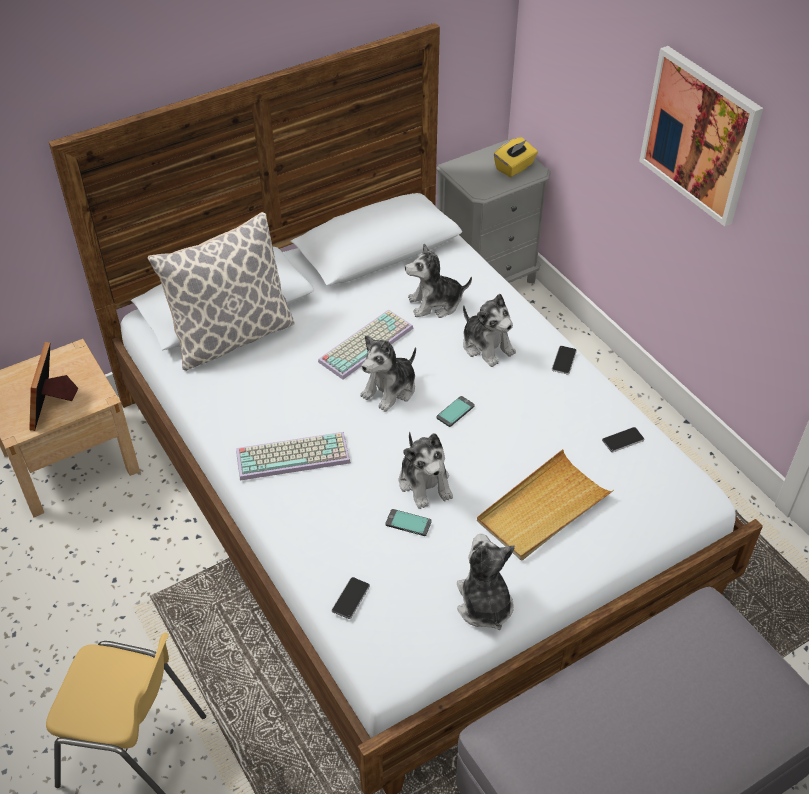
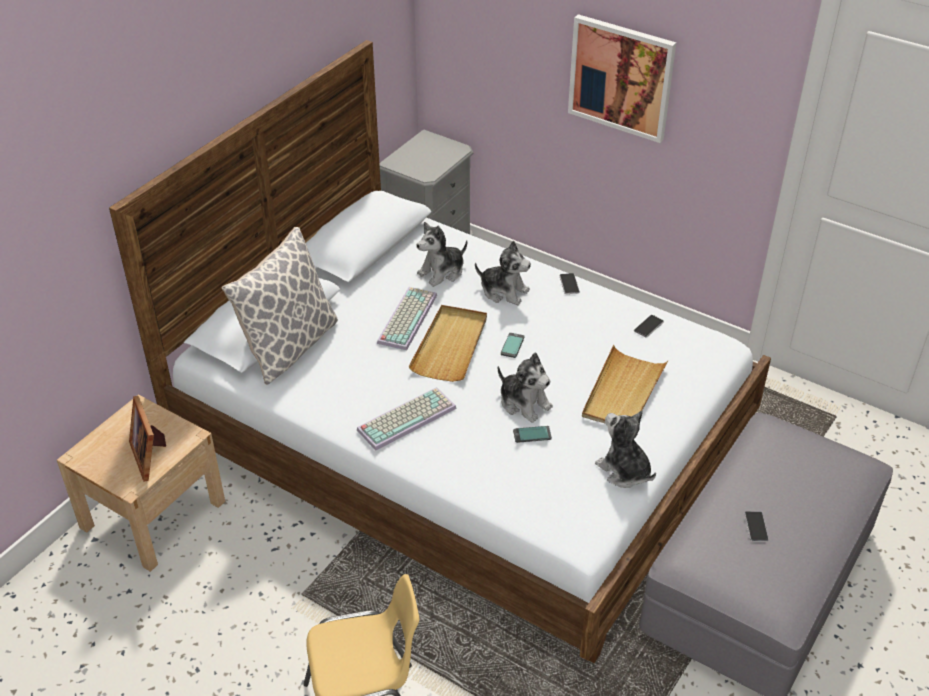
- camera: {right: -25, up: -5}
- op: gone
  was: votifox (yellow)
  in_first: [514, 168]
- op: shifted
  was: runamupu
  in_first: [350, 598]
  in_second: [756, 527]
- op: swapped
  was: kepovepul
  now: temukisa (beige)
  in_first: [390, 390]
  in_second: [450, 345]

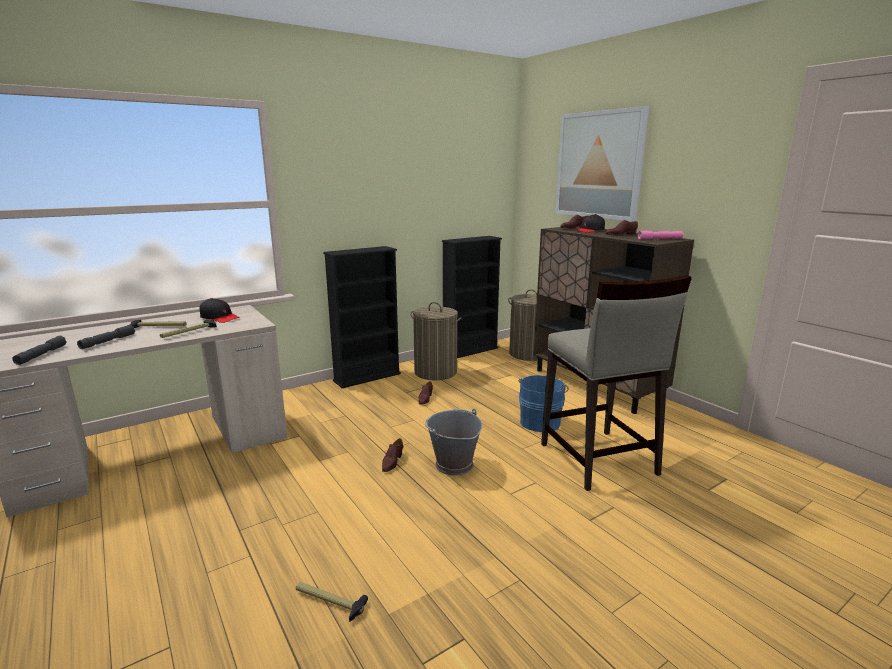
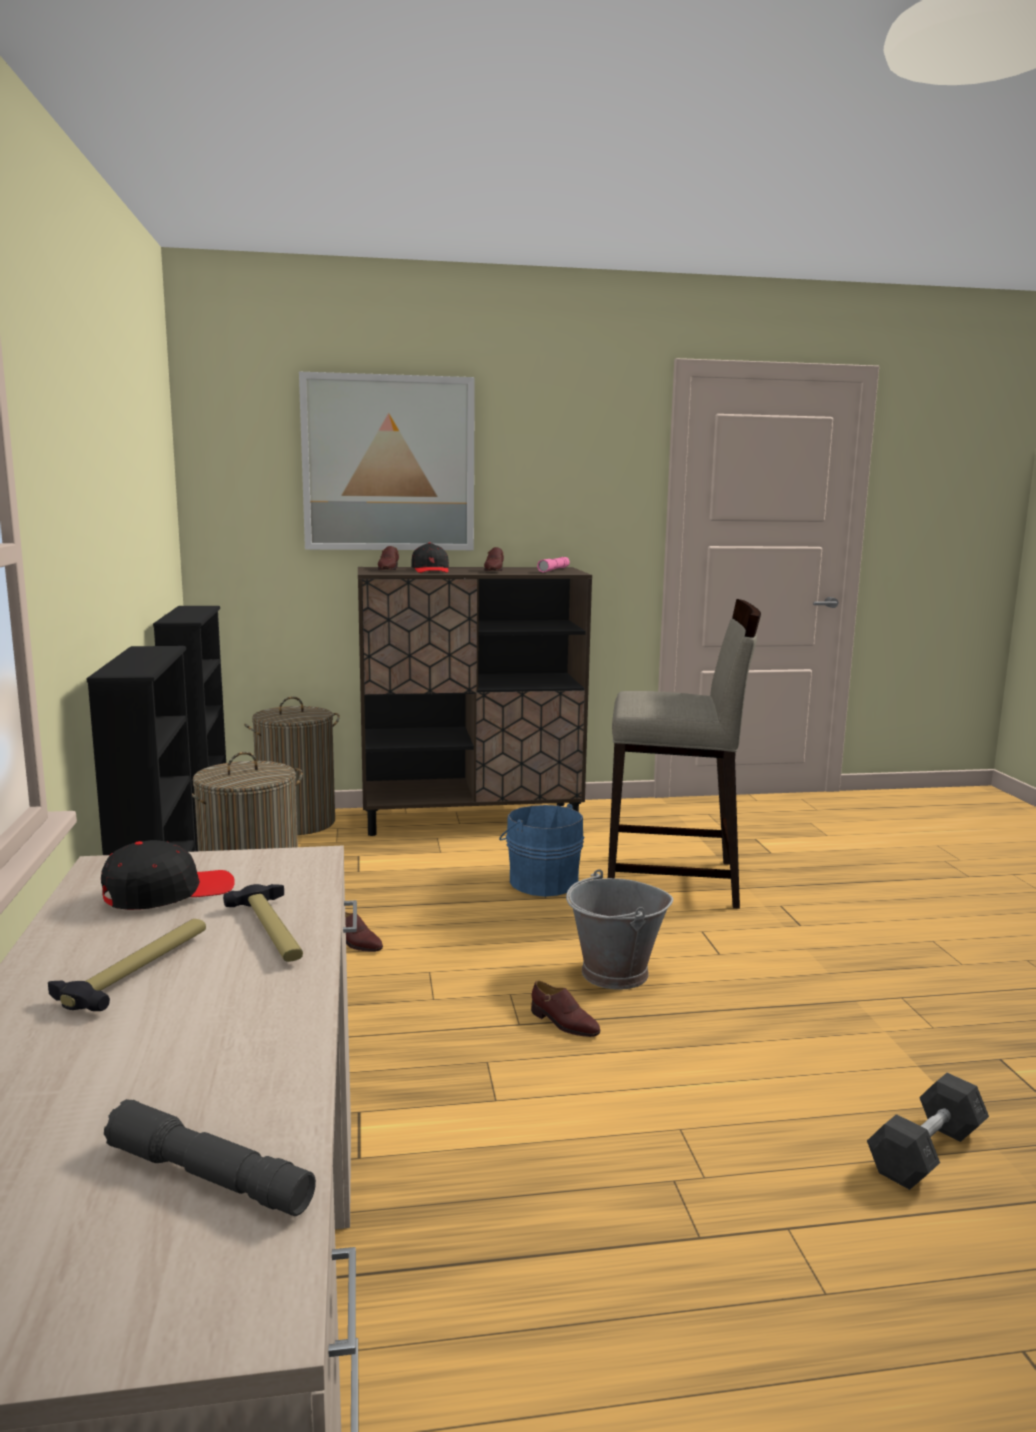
- camera: {right: -65, up: -5}
- op: gone
  was: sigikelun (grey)
  in_first: [108, 341]
- op: swapped
  was: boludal
  now: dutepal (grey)
  in_first: [329, 602]
  in_second: [926, 1152]

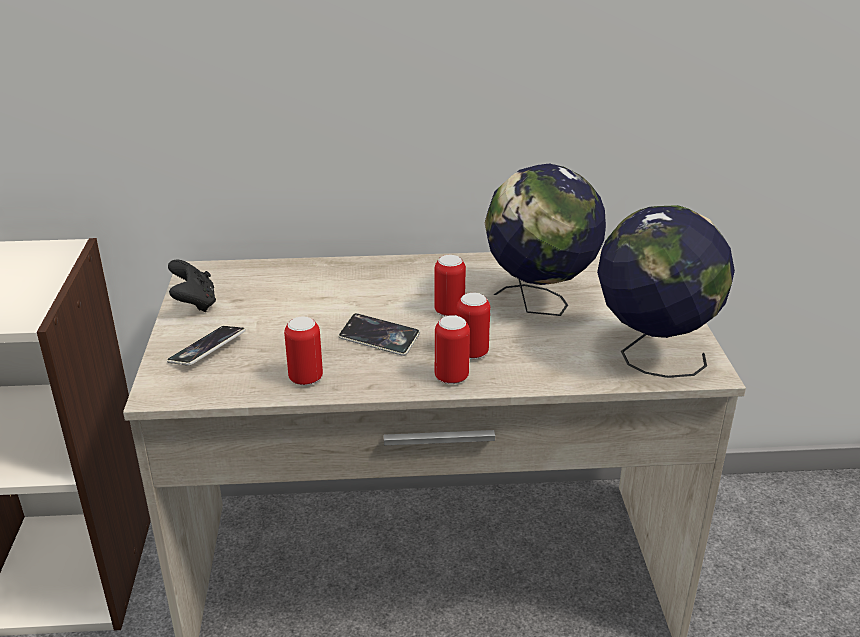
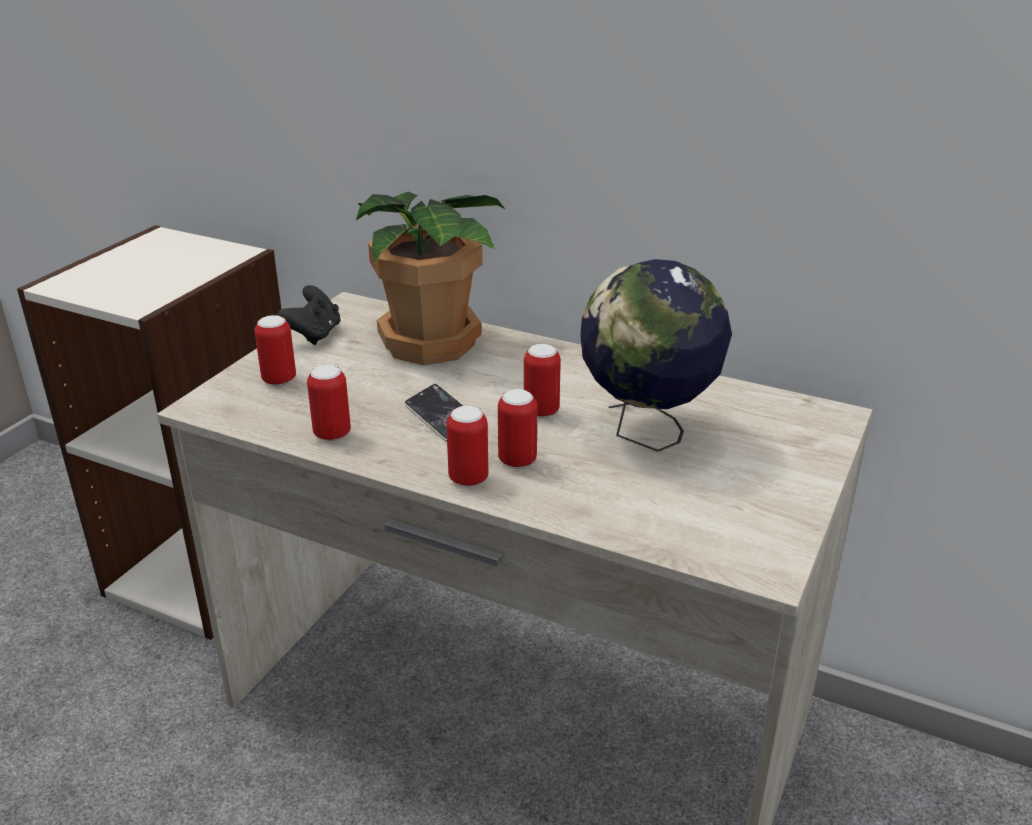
- camera: {right: 30, up: 0}
- op: gone
  was: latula
  in_first: [651, 356]
- op: new
  now: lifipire
  in_second: [429, 342]
- op: swapped
  was: runamupu
  now: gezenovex
  in_first: [207, 350]
  in_second: [279, 380]

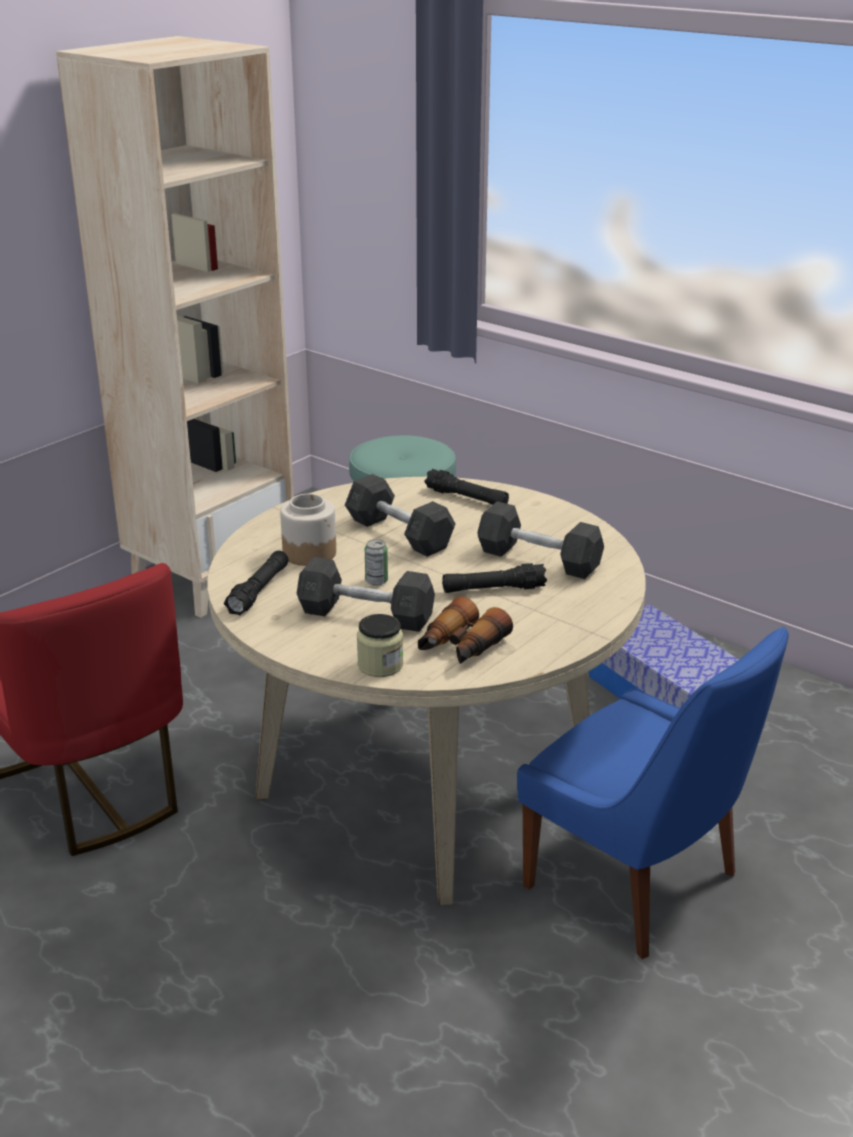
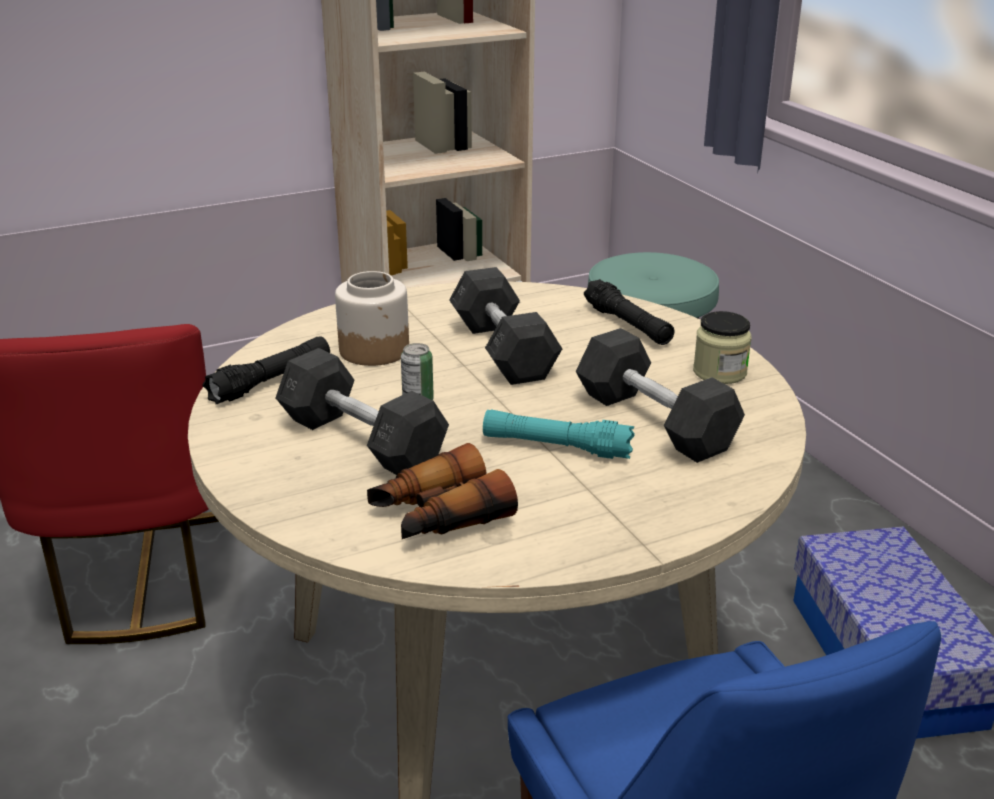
- camera: {right: 25, up: 0}
- op: shifted
  was: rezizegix
  in_first: [380, 665]
  in_second: [719, 372]
- op: repainted
  was: sigikelun (black)
  now: sigikelun (turquoise)
  in_first: [493, 589]
  in_second: [556, 447]

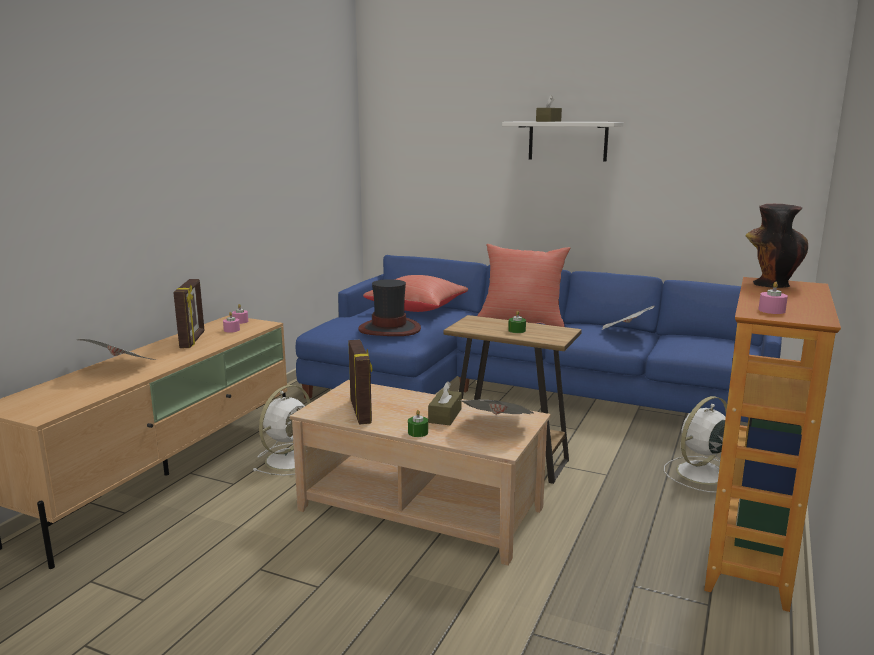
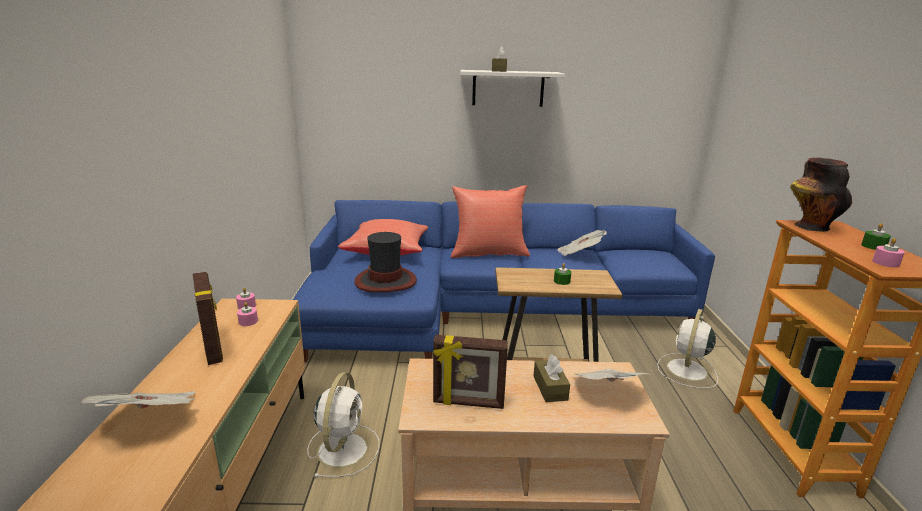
- camera: {right: -25, up: 5}
- op: shifted
  was: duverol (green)
  in_first: [418, 432]
  in_second: [873, 246]
- op: rotated
  was: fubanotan
  in_first: [361, 412]
  in_second: [468, 403]
  clockwise: 135

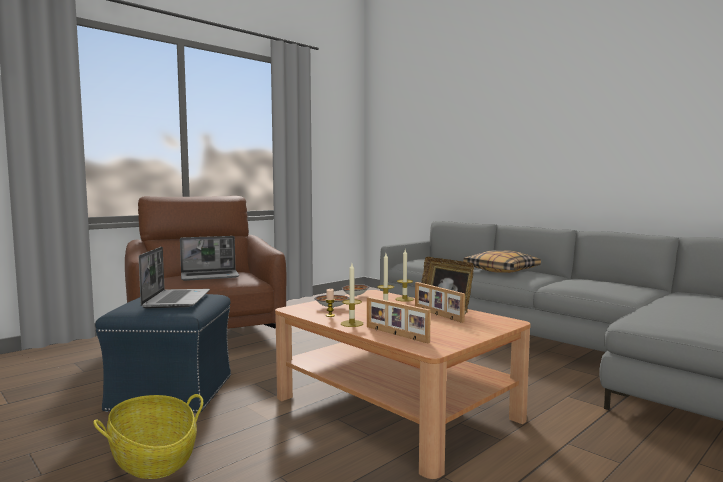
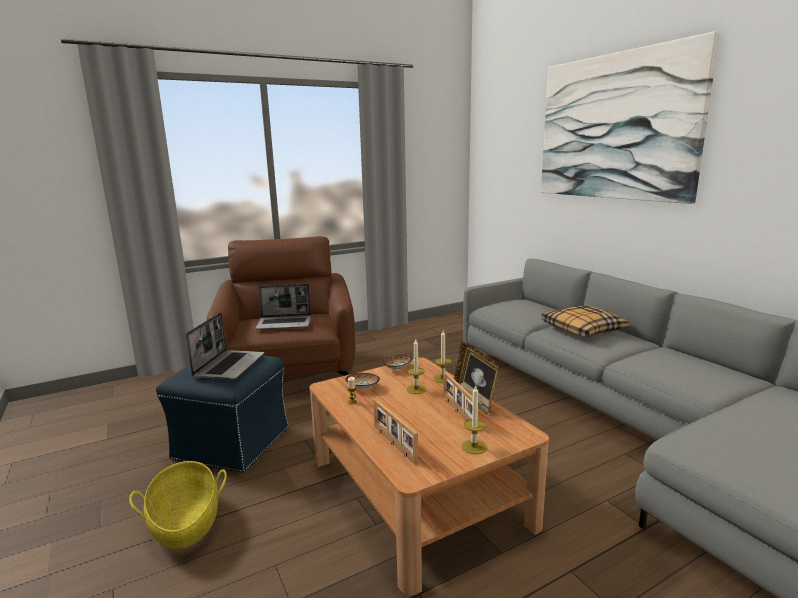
- camera: {right: 15, up: 10}
- op: new
  now: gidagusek
  in_second: [615, 127]
- op: shifted
  was: duverol
  in_first: [352, 323]
  in_second: [474, 447]

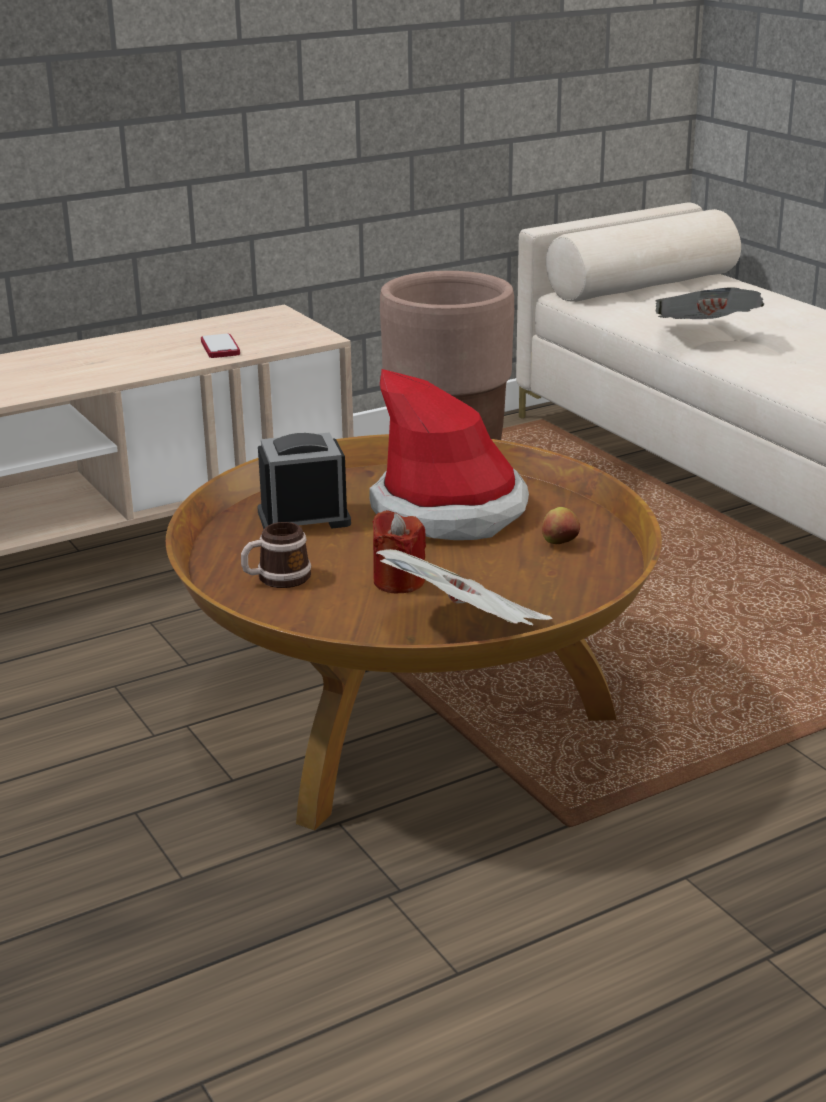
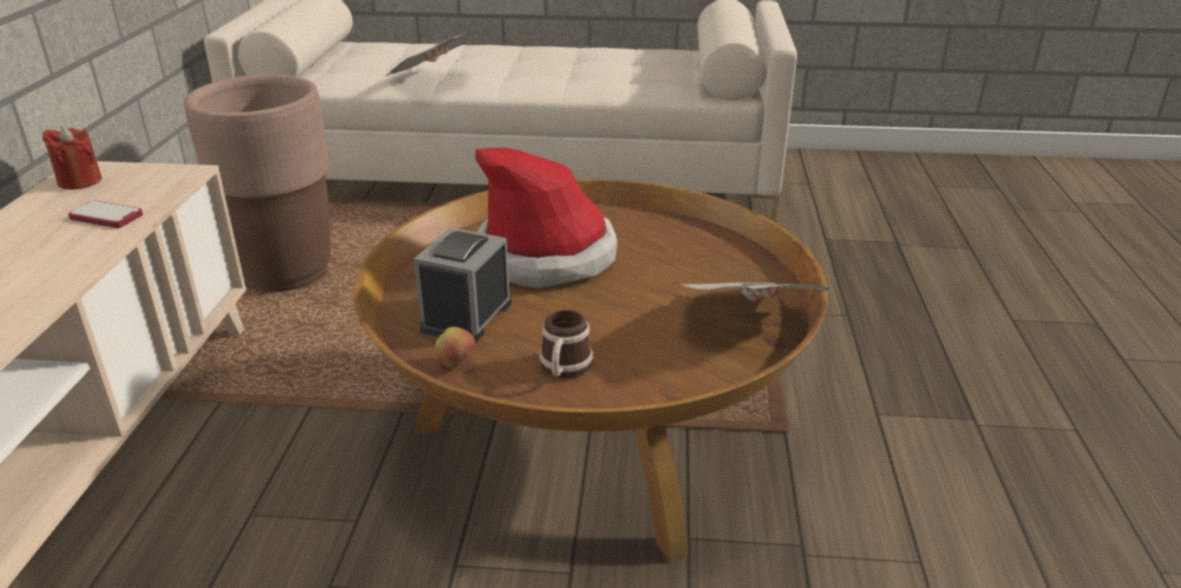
- camera: {right: -55, up: 5}
- op: shifted
  was: duverol (red)
  in_first: [399, 581]
  in_second: [80, 181]
- op: shifted
  was: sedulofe
  in_first: [560, 544]
  in_second: [456, 363]

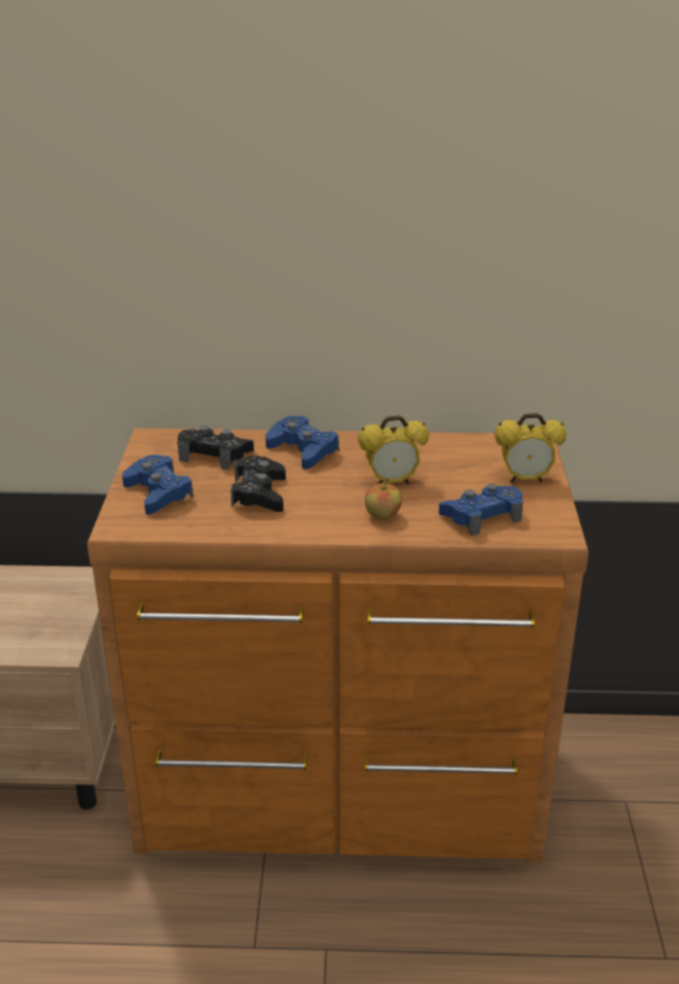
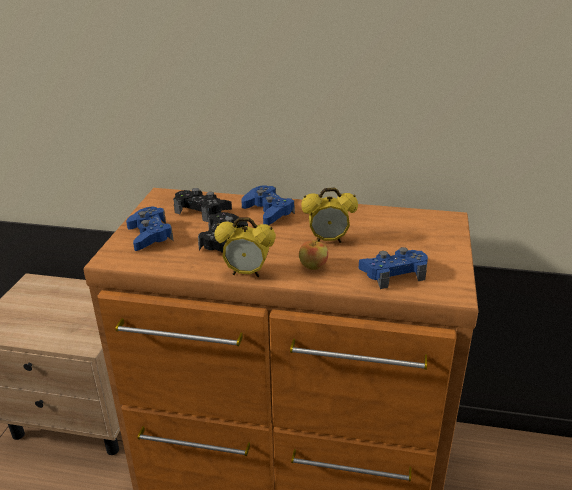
- camera: {right: 10, up: 0}
- op: shifted
  was: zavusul
  in_first: [525, 479]
  in_second: [247, 273]

